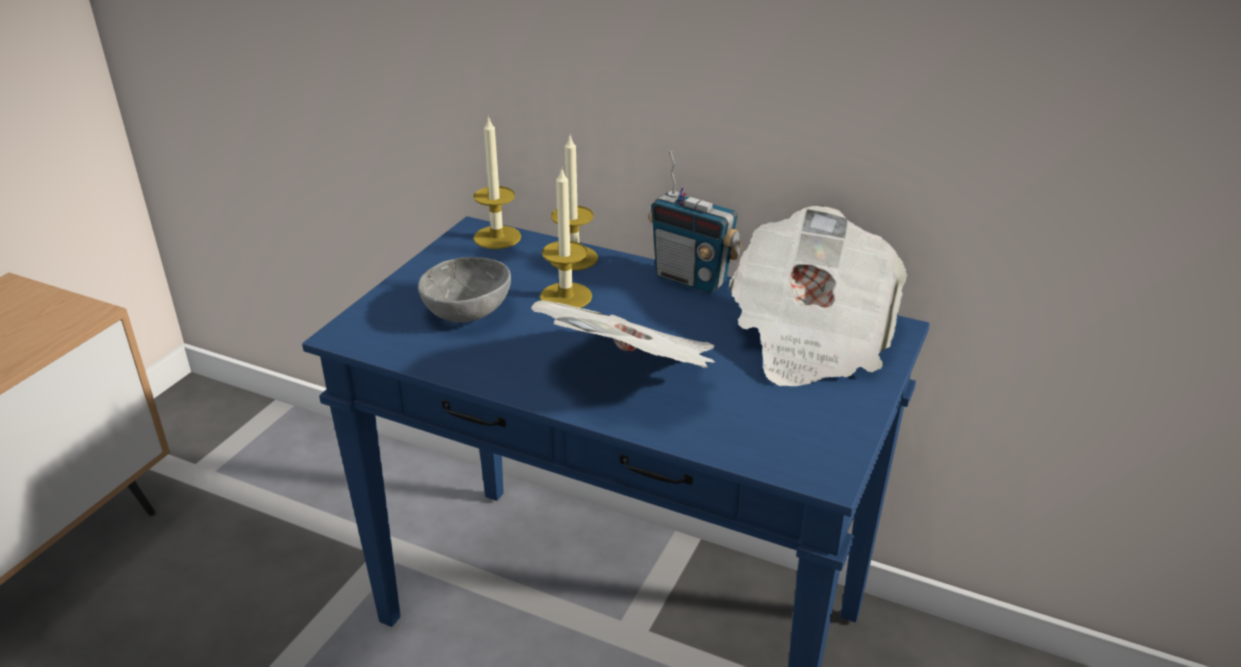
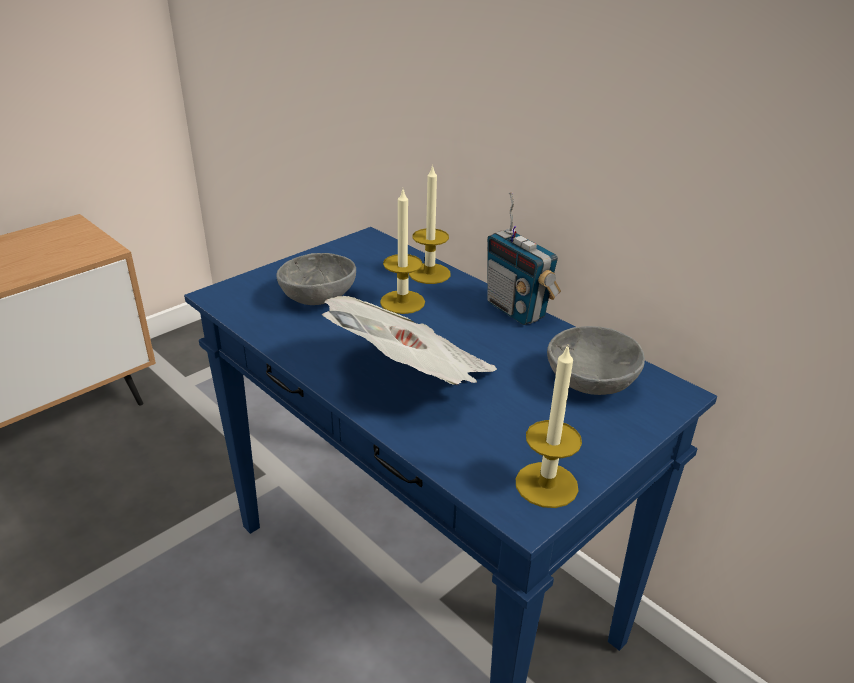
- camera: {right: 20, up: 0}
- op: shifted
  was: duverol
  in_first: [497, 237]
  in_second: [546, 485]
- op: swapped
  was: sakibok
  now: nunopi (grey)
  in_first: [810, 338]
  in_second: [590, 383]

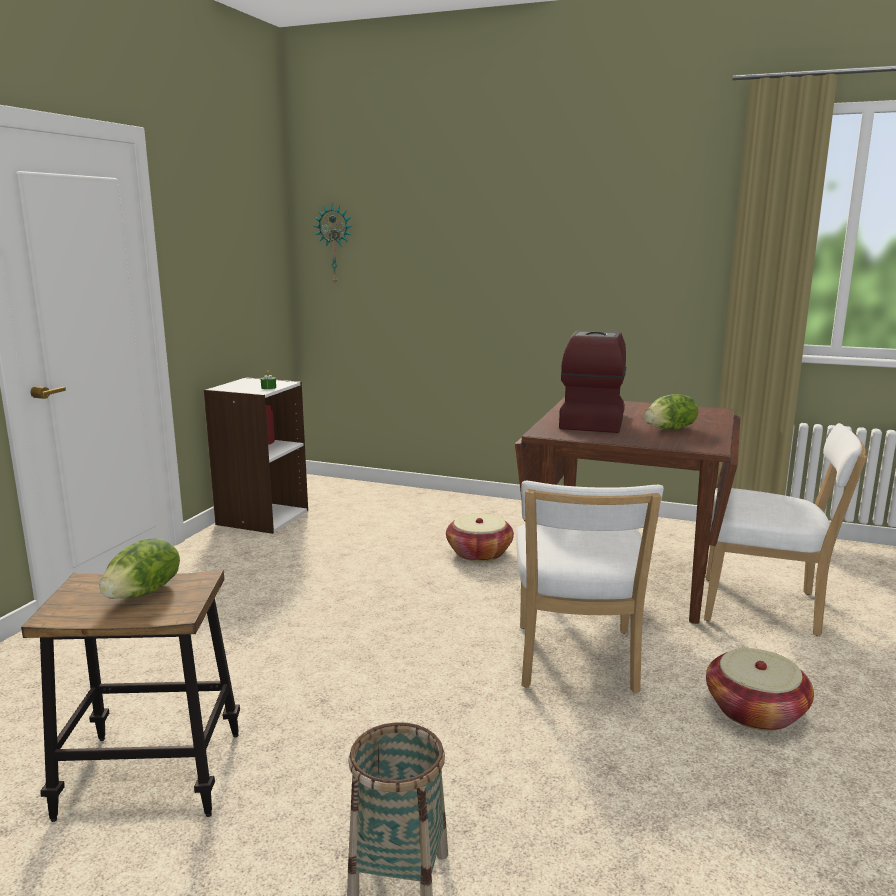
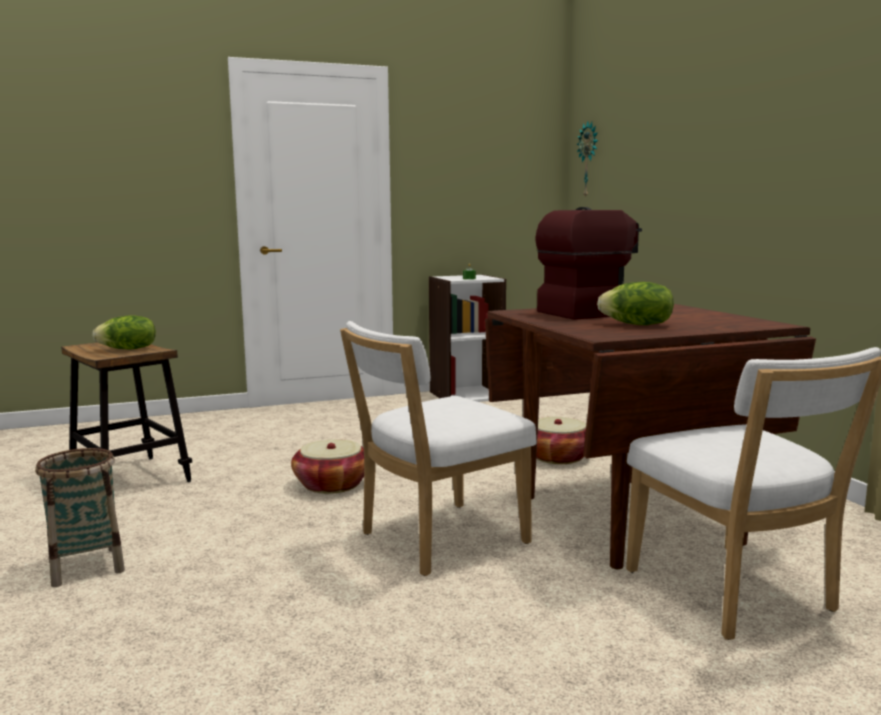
- camera: {right: 50, up: -5}
- op: shifted
  was: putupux
  in_first: [755, 711]
  in_second: [332, 485]

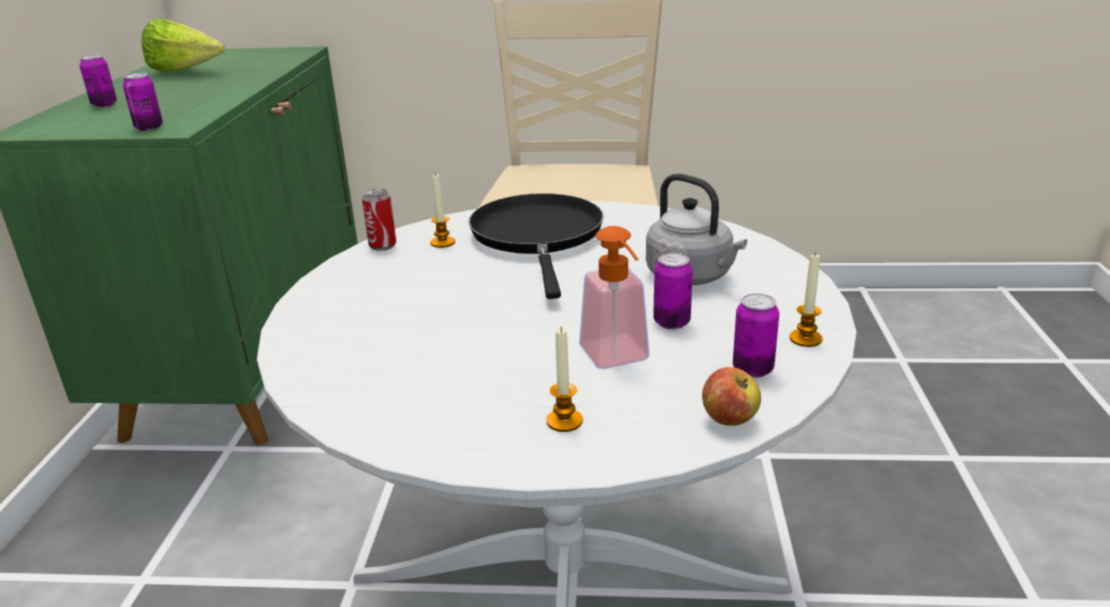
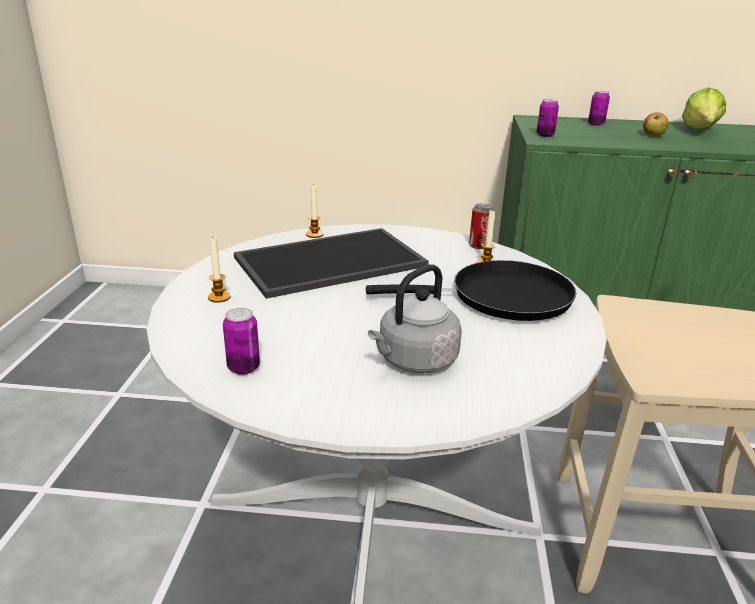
- camera: {right: 90, up: 0}
- op: gone
  was: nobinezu
  in_first: [619, 360]
- op: gone
  was: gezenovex
  in_first: [671, 322]
- op: new
  now: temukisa
  in_second: [330, 263]
- op: shifted
  was: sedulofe
  in_first: [729, 420]
  in_second: [653, 135]
- op: shifted
  was: duverol
  in_first: [805, 339]
  in_second: [314, 234]

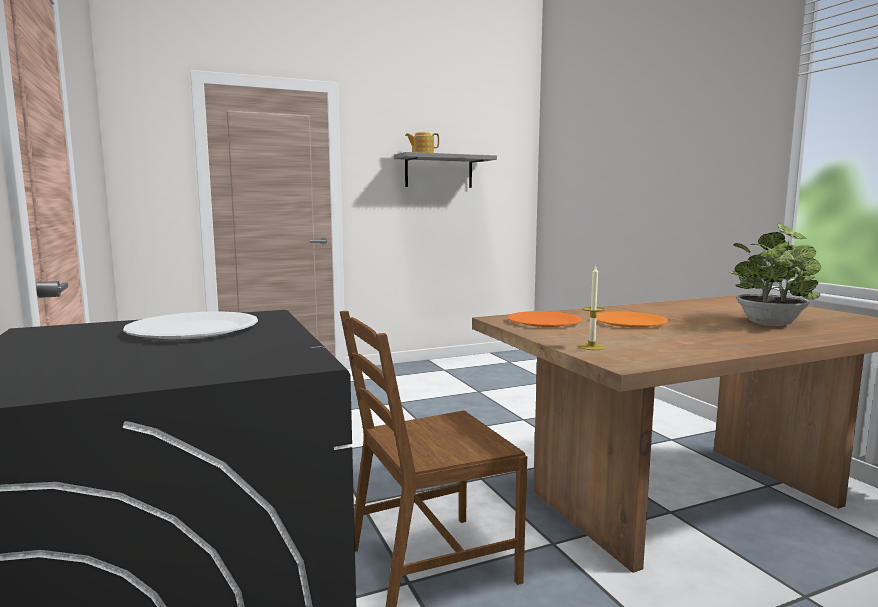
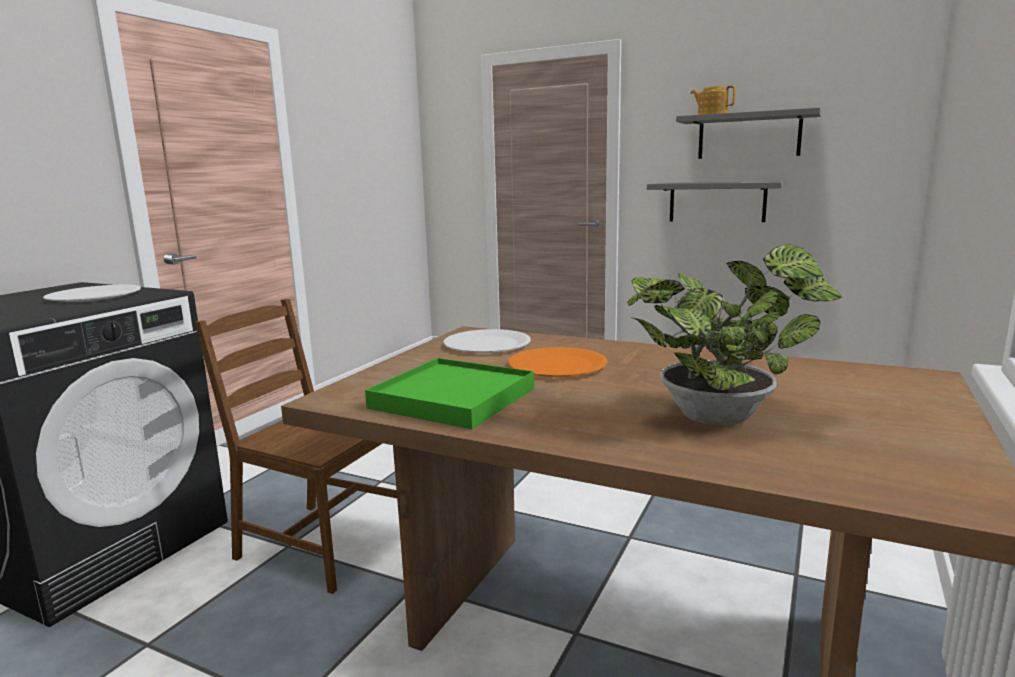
- camera: {right: 50, up: 5}
- op: gone
  was: duverol
  in_first: [591, 347]
- op: new
  now: temukisa (green)
  in_second: [453, 398]
- op: new
  now: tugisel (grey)
  in_second: [717, 202]
- op: repainted
  was: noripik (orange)
  now: noripik (white)
  in_first: [543, 321]
  in_second: [487, 344]

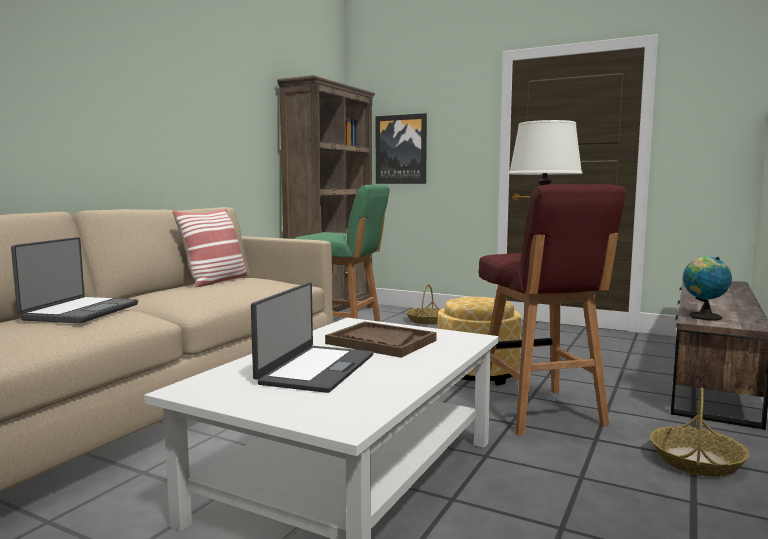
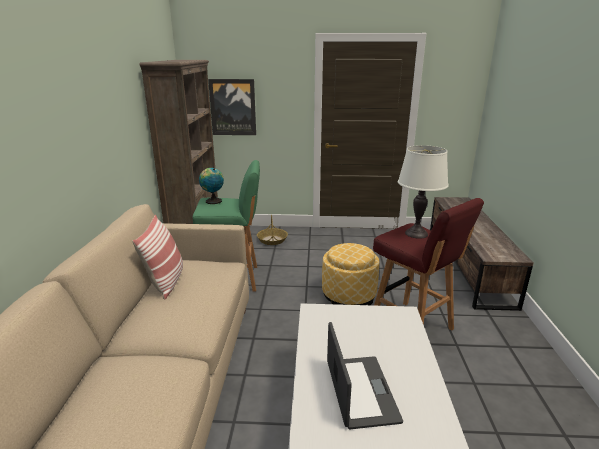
- camera: {right: -25, up: 15}
- op: gone
  was: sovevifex
  in_first: [80, 312]
- op: gone
  was: temukisa (brown)
  in_first: [380, 342]
- op: gone
  was: putupux
  in_first: [696, 461]
- op: shifted
  was: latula
  in_first: [703, 316]
  in_second: [212, 201]

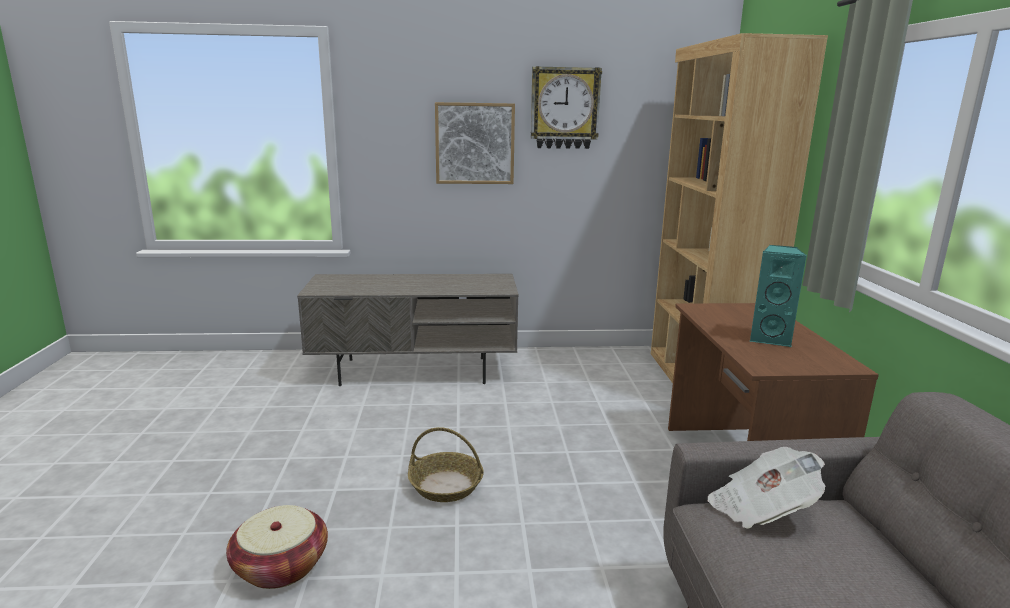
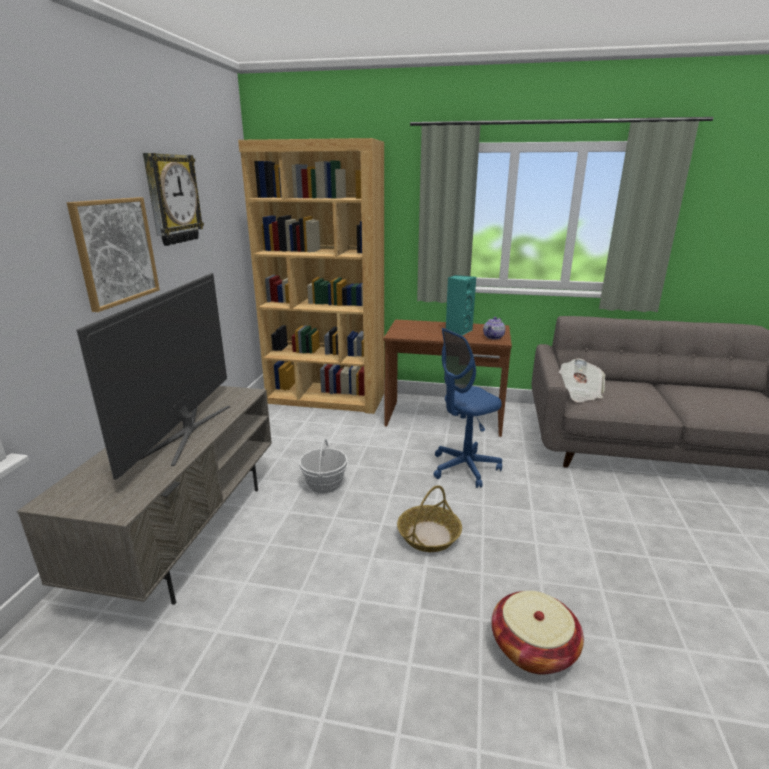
- camera: {right: -75, up: 5}
- op: new
  now: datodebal
  in_second: [185, 431]
- op: new
  now: putupux
  in_second: [324, 483]
- op: new
  now: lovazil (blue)
  in_second: [464, 468]
- op: new
  now: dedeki
  in_second: [493, 337]

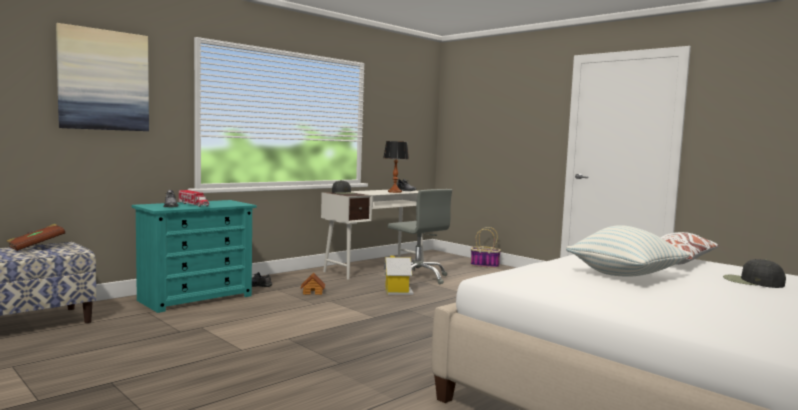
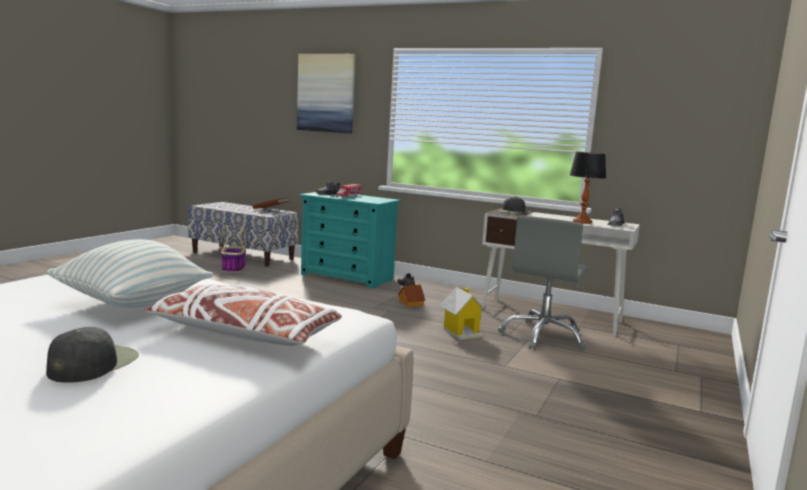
- camera: {right: 70, up: 5}
- op: shifted
  was: putupux
  in_first: [484, 265]
  in_second: [233, 268]

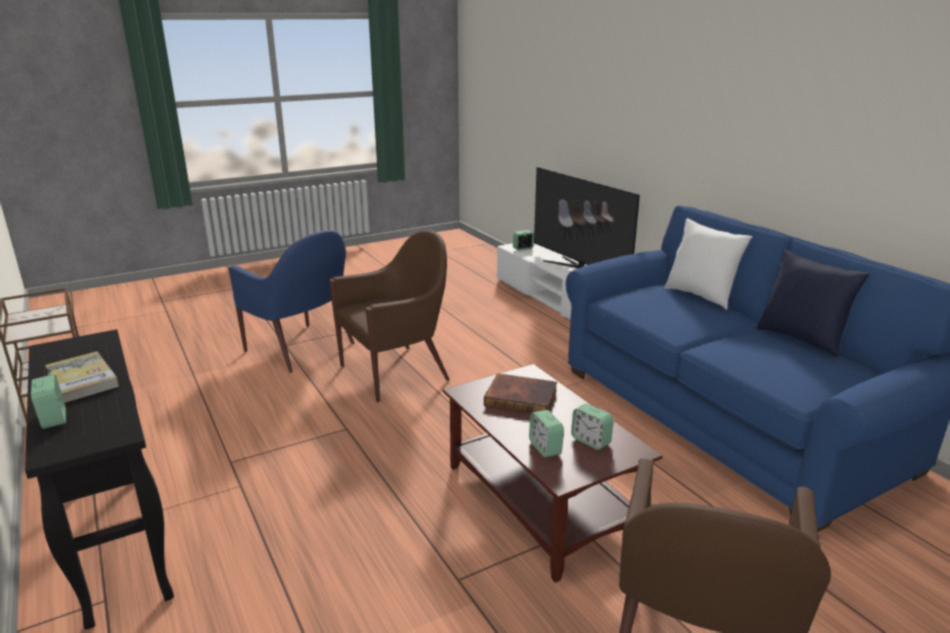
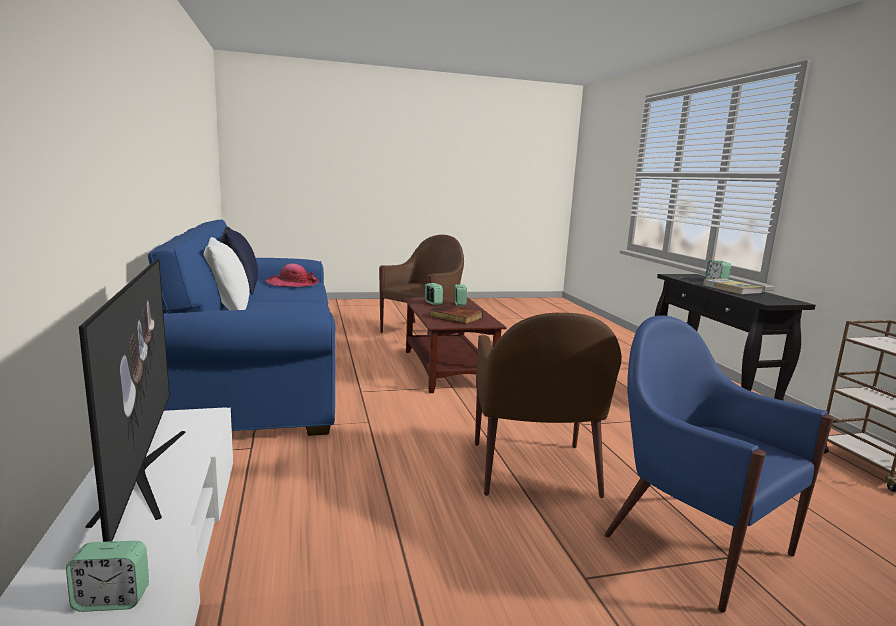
- camera: {right: -165, up: -10}
- op: new
  now: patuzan
  in_second: [292, 283]
- op: rotated
  was: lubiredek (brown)
  in_first: [396, 372]
  in_second: [534, 470]
  clockwise: -75

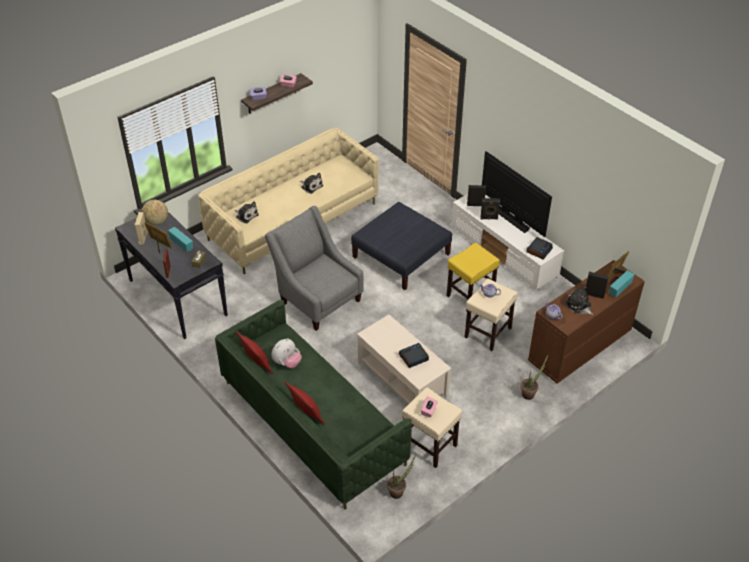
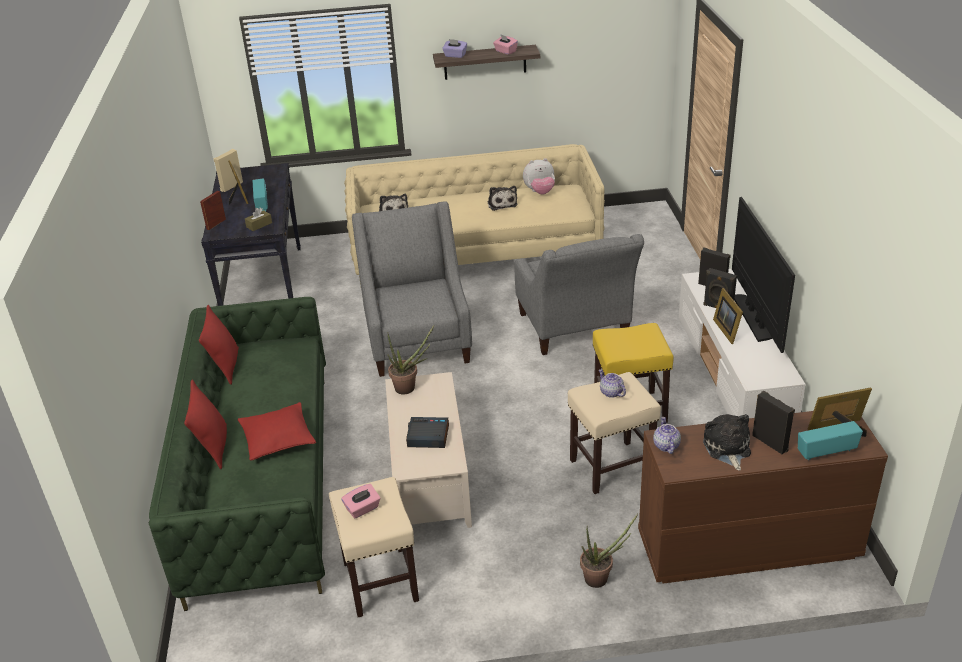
- camera: {right: 35, up: -10}
- op: gone
  was: latula
  in_first: [156, 222]
- op: gone
  was: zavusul
  in_first: [539, 250]
- op: new
  now: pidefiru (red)
  in_second: [278, 438]
- op: new
  now: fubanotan
  in_second: [727, 329]
- op: shifted
  was: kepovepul
  in_first: [287, 363]
  in_second: [540, 192]
- op: shifted
  was: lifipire
  in_first: [399, 491]
  in_second: [409, 388]
- op: swapped
  was: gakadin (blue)
  now: lubiredek (grey)
  in_first: [401, 256]
  in_second: [575, 331]

